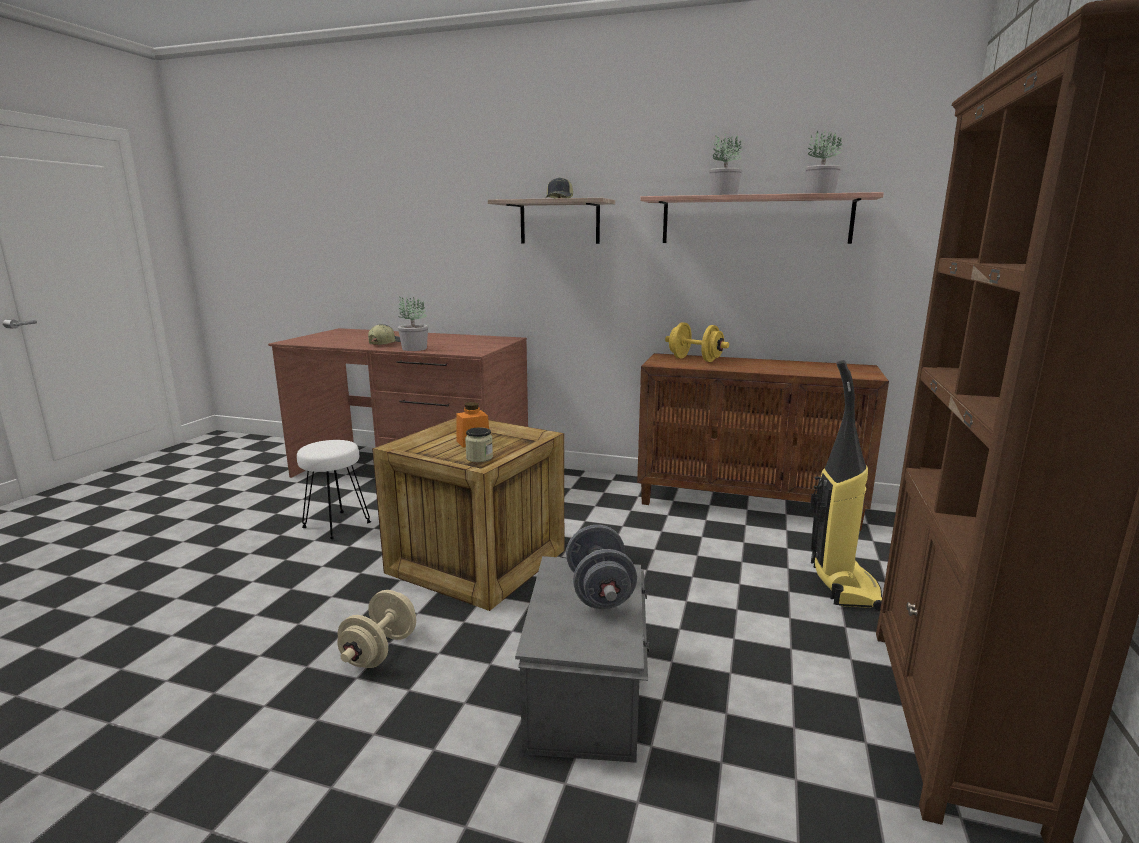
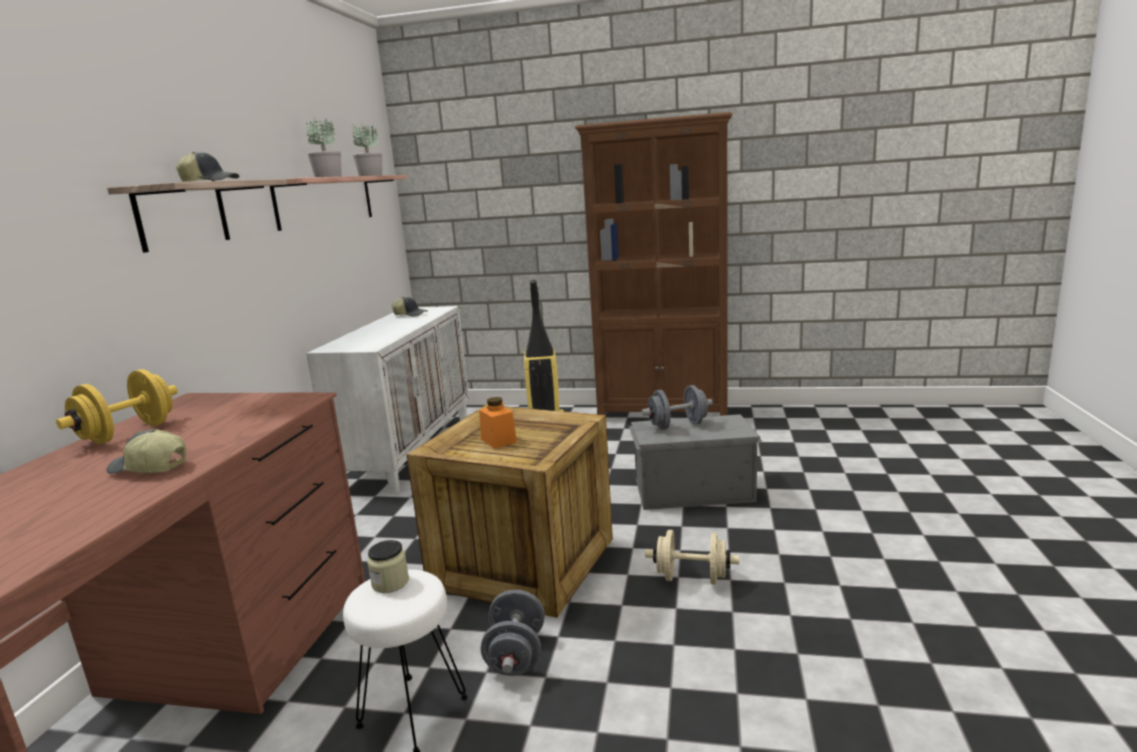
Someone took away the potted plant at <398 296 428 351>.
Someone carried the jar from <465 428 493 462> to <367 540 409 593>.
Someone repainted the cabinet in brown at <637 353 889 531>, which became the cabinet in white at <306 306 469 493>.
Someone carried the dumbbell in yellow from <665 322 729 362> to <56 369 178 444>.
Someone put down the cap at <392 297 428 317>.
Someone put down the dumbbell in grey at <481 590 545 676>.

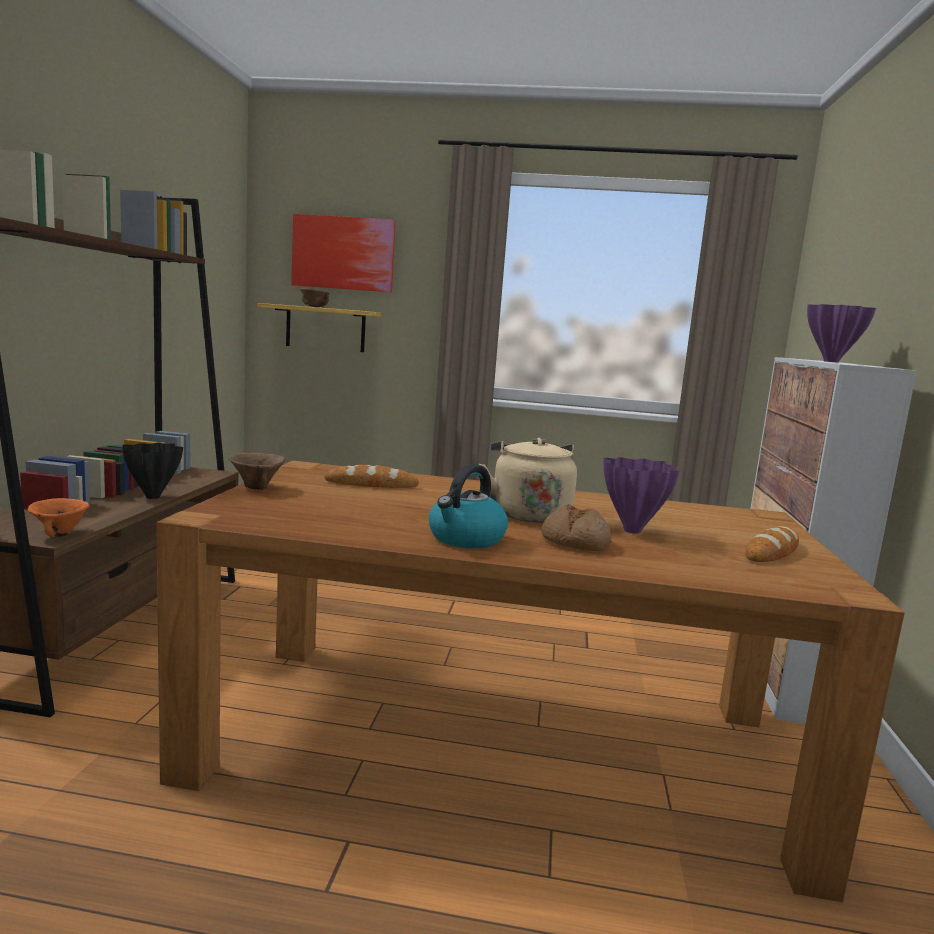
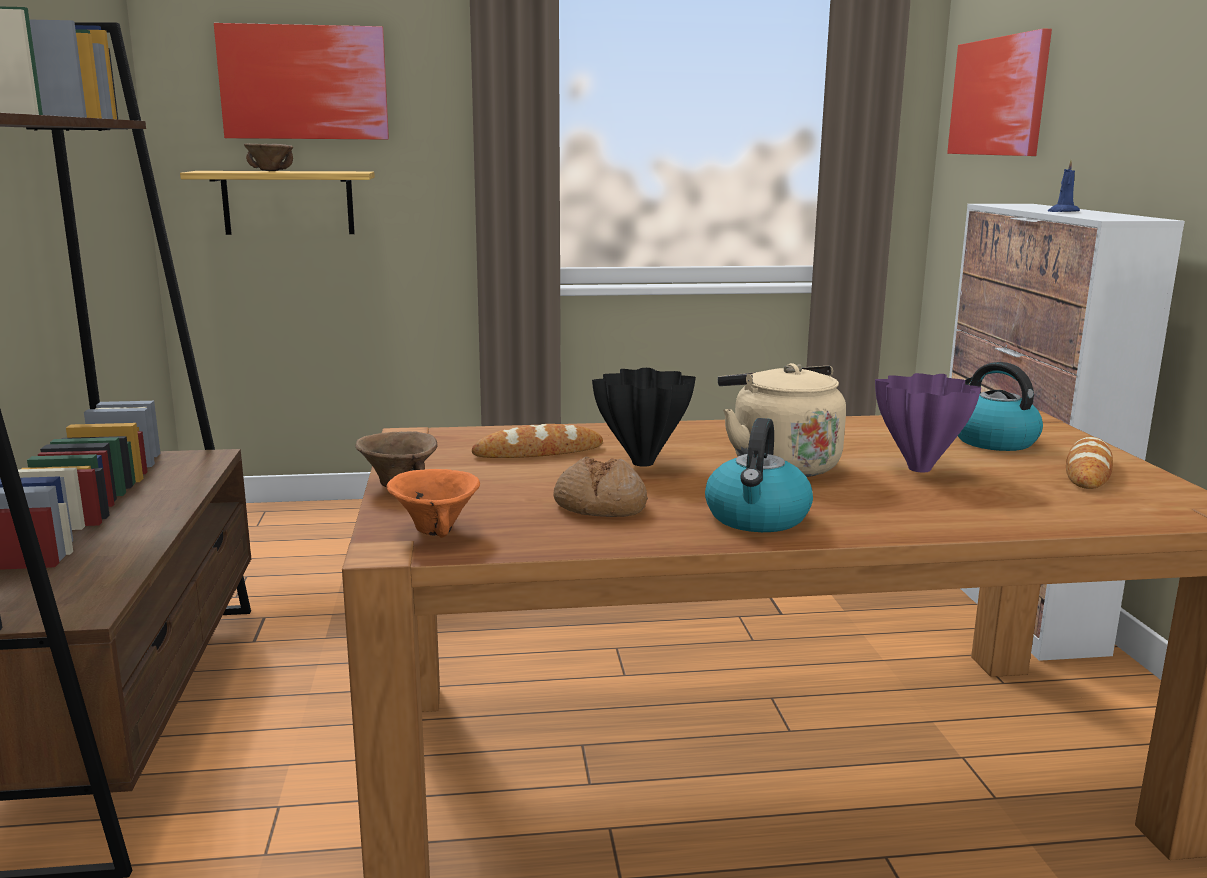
Someone carried the bowl in orange from <28 498 90 538> to <387 469 480 538>.
Someone carried the vase in black from <122 443 183 499> to <592 368 696 467>.
Someone carried the bread from <541 504 611 551> to <553 457 648 517>.
Someone swapped the vase in purple at <807 304 876 362> for the candle in blue at <1048 159 1080 212>.
Someone put up the picture at <947 29 1052 156>.
Someone put down the kettle at <958 362 1043 451>.

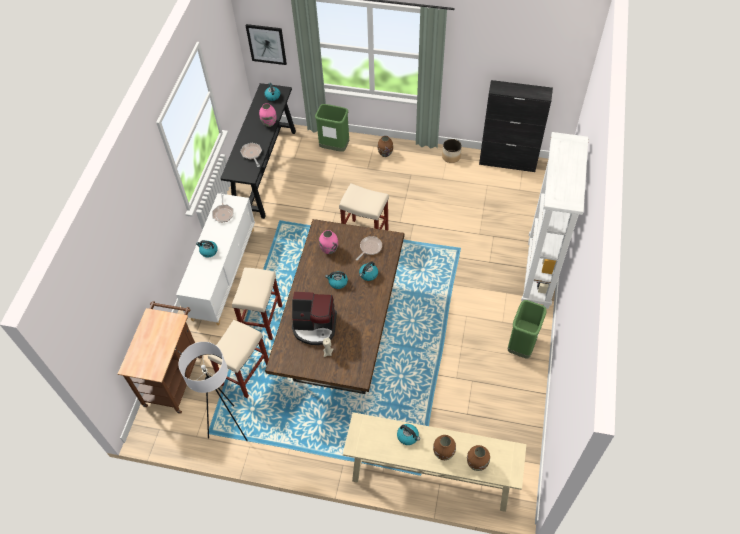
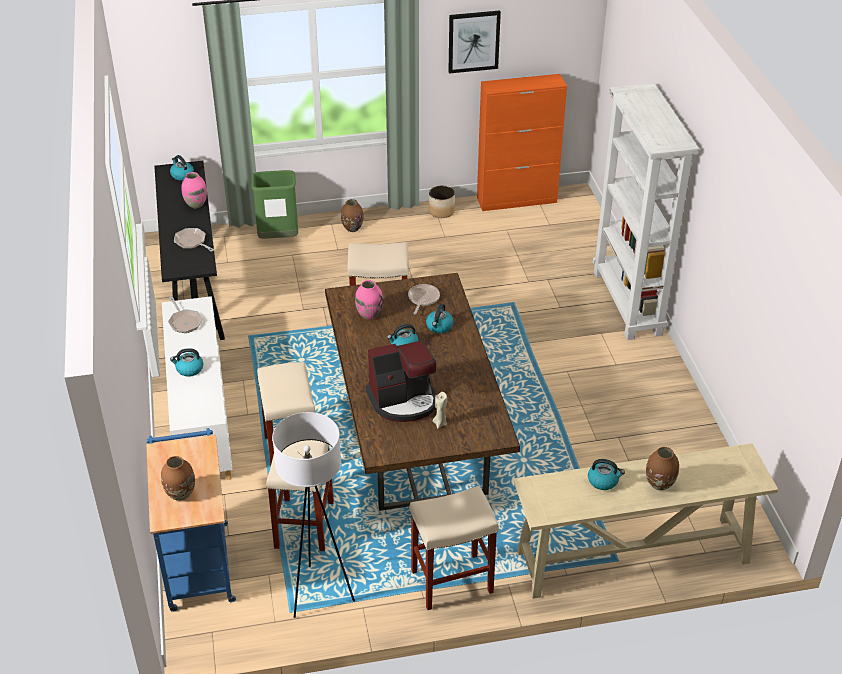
Someone repainted the cart in brown at <118 301 202 414>, which became the cart in blue at <146 428 236 612>.
Someone carried the picture from <246 24 287 65> to <449 10 501 74>.
Someone carried the vase in brown from <467 445 490 471> to <161 456 195 501>.
Someone repainted the cabinet in black at <479 80 553 172>, which became the cabinet in orange at <477 74 567 211>.
Someone took away the trash can in green at <508 300 547 358>.
Someone put down the stool in beige at <409 486 499 610>.

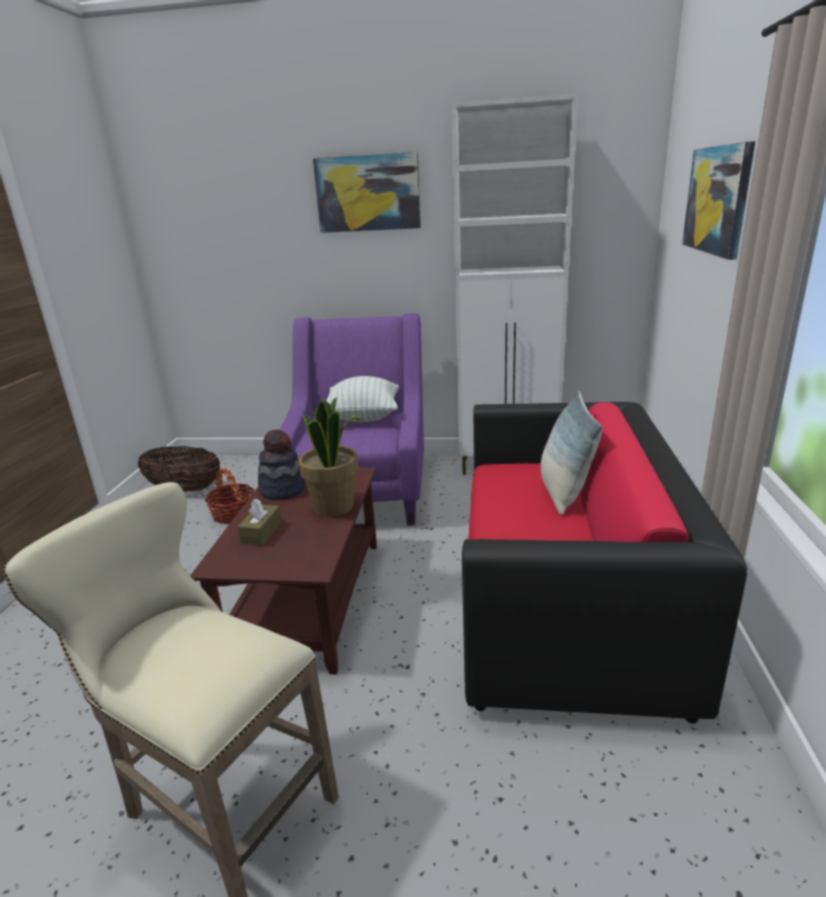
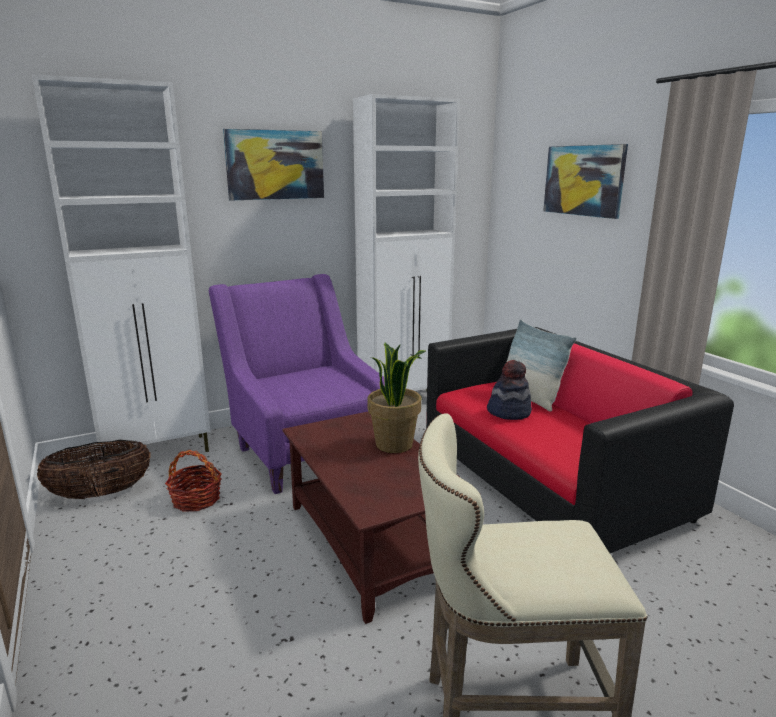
Someone took away the tissue box in brown at <237 498 282 546>.
Someone carried the hat from <258 429 306 500> to <487 360 532 420>.
Someone took away the pillow at <326 376 399 422>.
Someone put down the cabinet in white at <32 74 211 454>.

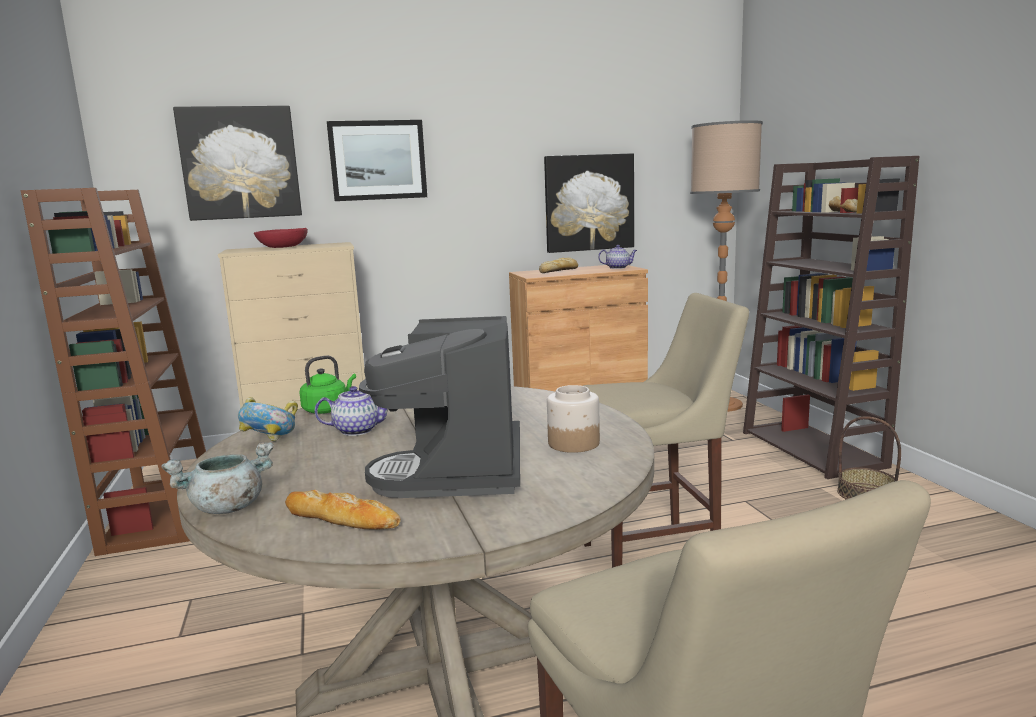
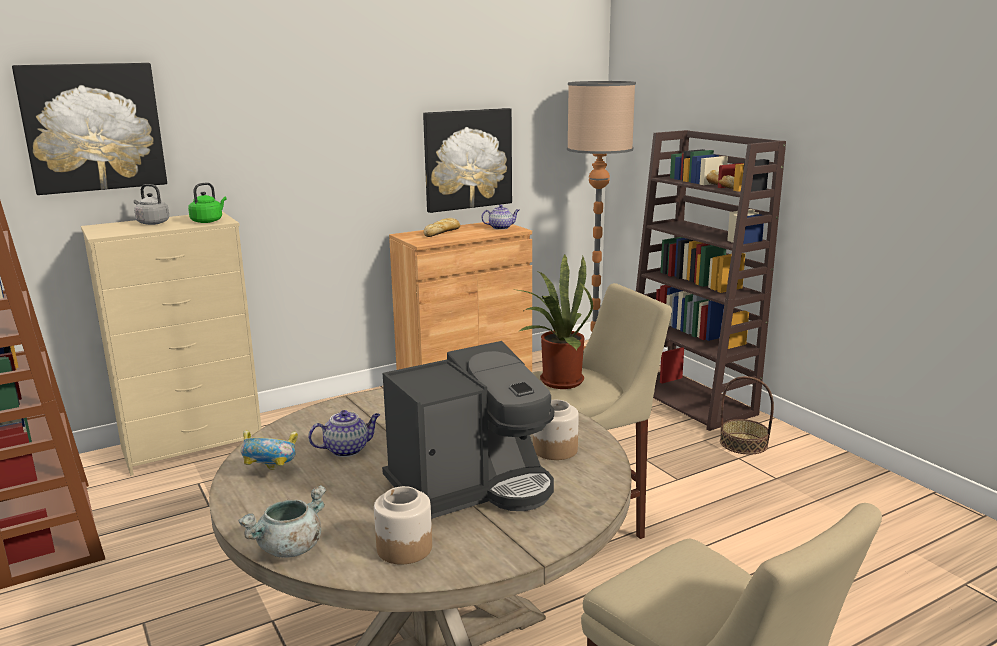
Someone swapped the bowl in red at <254 228 308 248> for the kettle in grey at <134 184 169 225>.
Someone swapped the bread at <285 489 401 530> for the jar at <374 486 432 565>.
Someone carried the kettle in green from <300 355 356 414> to <188 183 227 223>.
Someone took away the picture at <327 120 427 201>.
Someone rotated the coffee machine at <359 316 520 498> by 105 degrees counterclockwise.
Someone put down the potted plant at <512 254 593 389>.

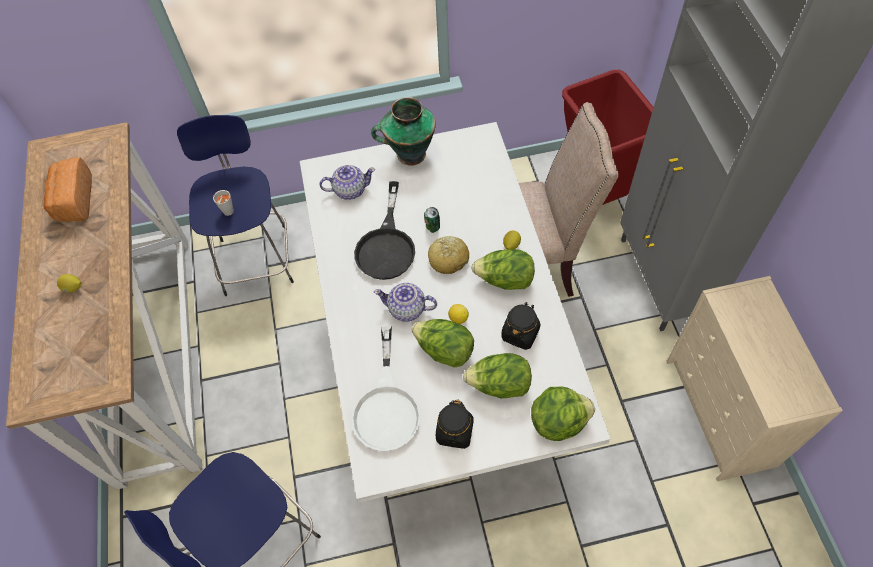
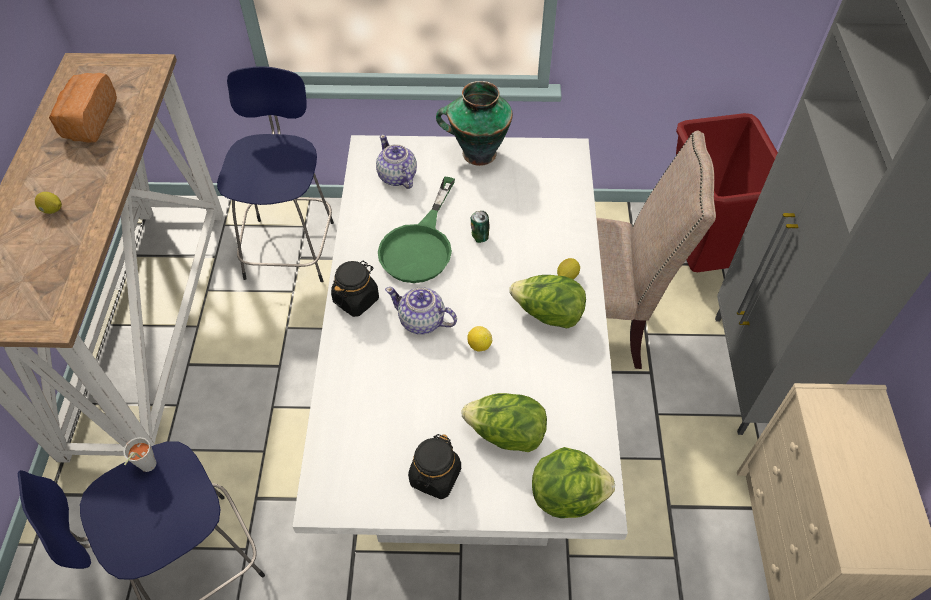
Someone carried the cup in grey from <213 190 234 216> to <123 437 157 472>.
Someone rotated the teapot at <319 165 375 200> by 120 degrees counterclockwise.
Someone took away the frying pan in white at <351 326 421 451>.
Someone repainted the frying pan in black at <354 181 415 280>, which became the frying pan in green at <378 176 455 283>.
Someone took away the lettuce at <411 319 474 368>.
Someone took away the bread at <428 236 469 274>.
Someone carried the jar in black from <501 302 540 350> to <331 261 379 317>.

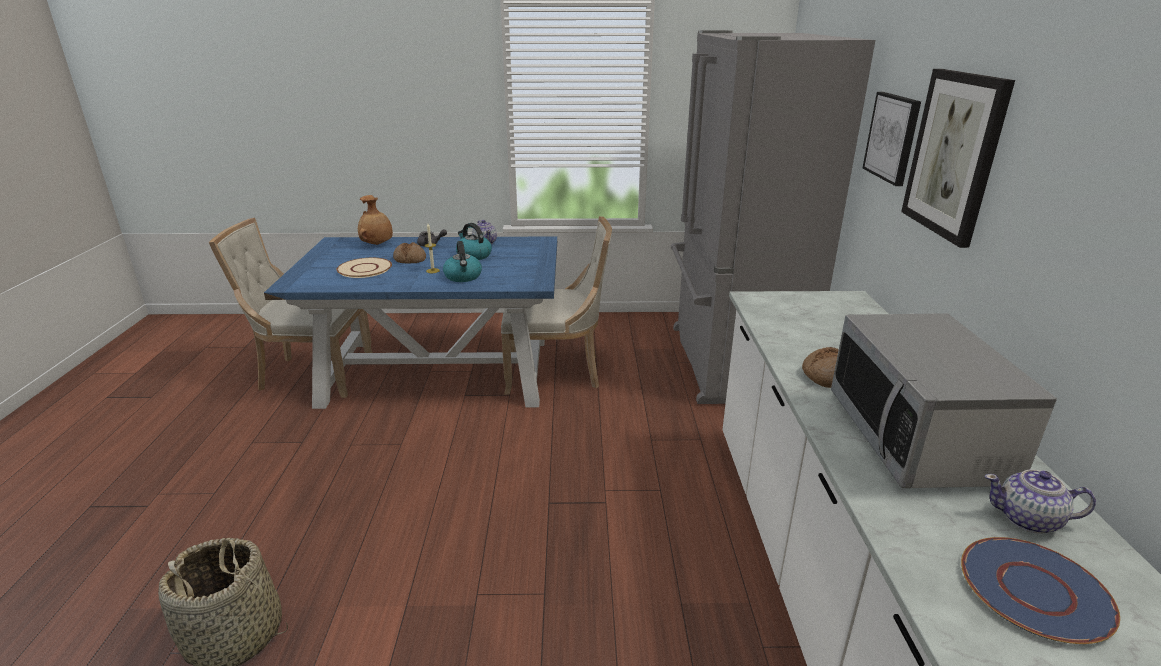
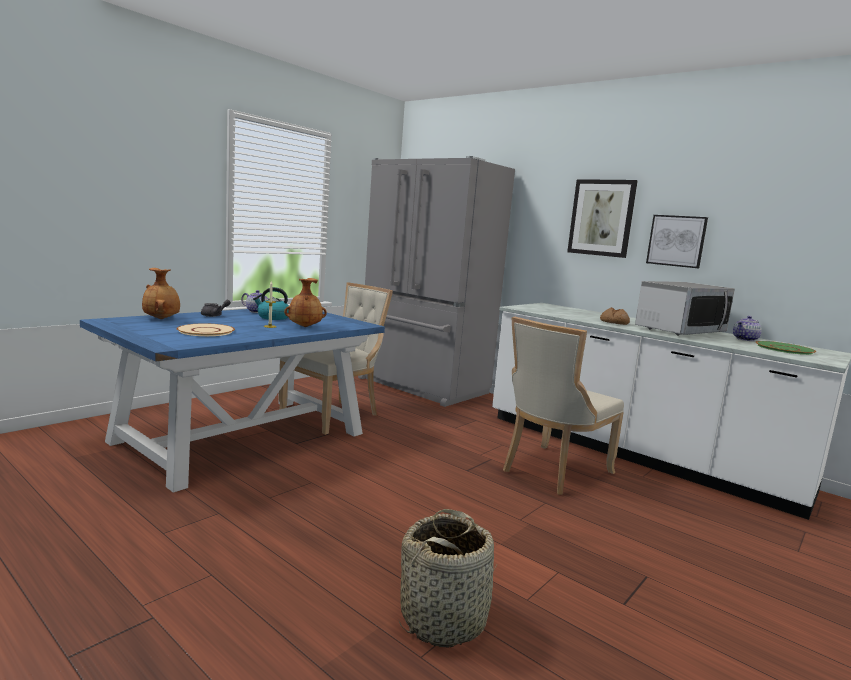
Someone carried the chair in beige from <209 218 373 398> to <503 317 624 495>.
Someone took away the bread at <393 242 426 263>.
Someone swapped the kettle at <443 241 482 282> for the vase in brown at <284 278 327 327>.
Someone rotated the microwave at <831 313 1057 488> by 75 degrees counterclockwise.
Someone carried the picture from <863 92 921 186> to <646 215 708 268>.
Someone repainted the plate in blue at <961 537 1120 644>, which became the plate in green at <755 341 816 355>.

